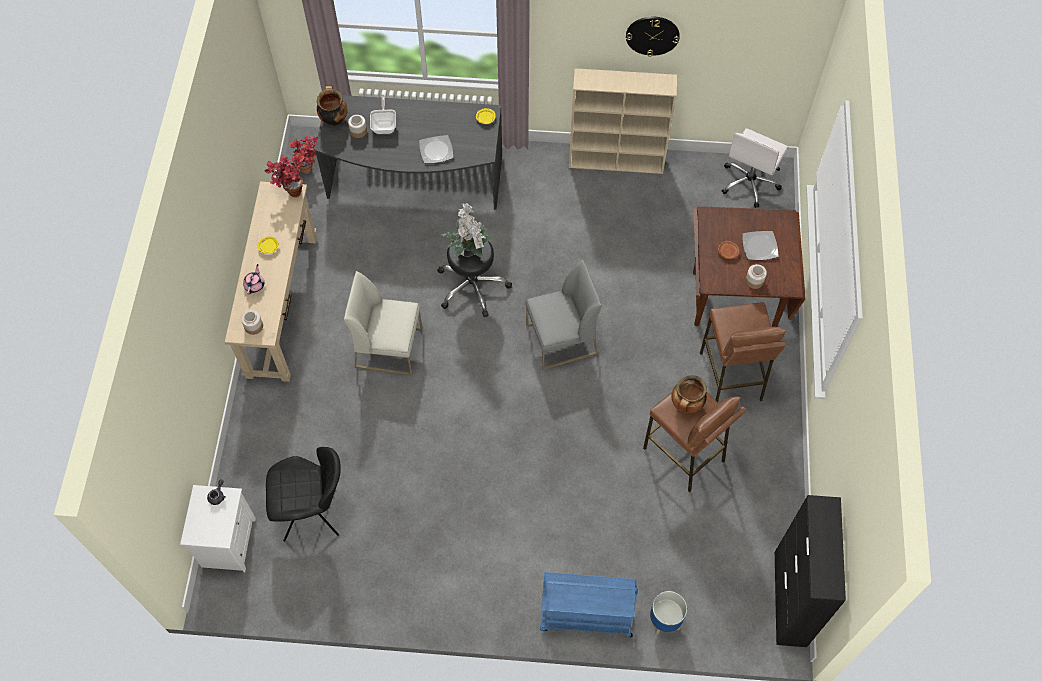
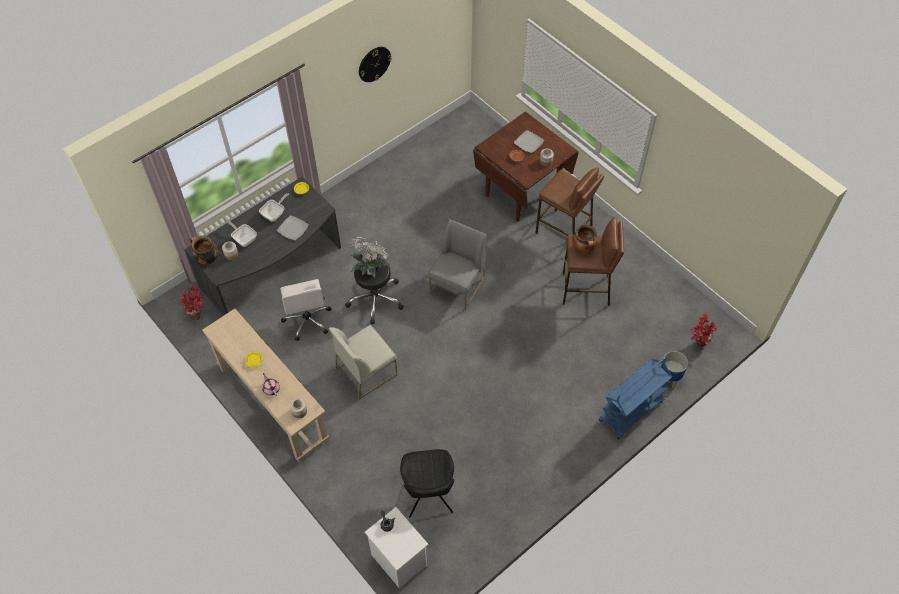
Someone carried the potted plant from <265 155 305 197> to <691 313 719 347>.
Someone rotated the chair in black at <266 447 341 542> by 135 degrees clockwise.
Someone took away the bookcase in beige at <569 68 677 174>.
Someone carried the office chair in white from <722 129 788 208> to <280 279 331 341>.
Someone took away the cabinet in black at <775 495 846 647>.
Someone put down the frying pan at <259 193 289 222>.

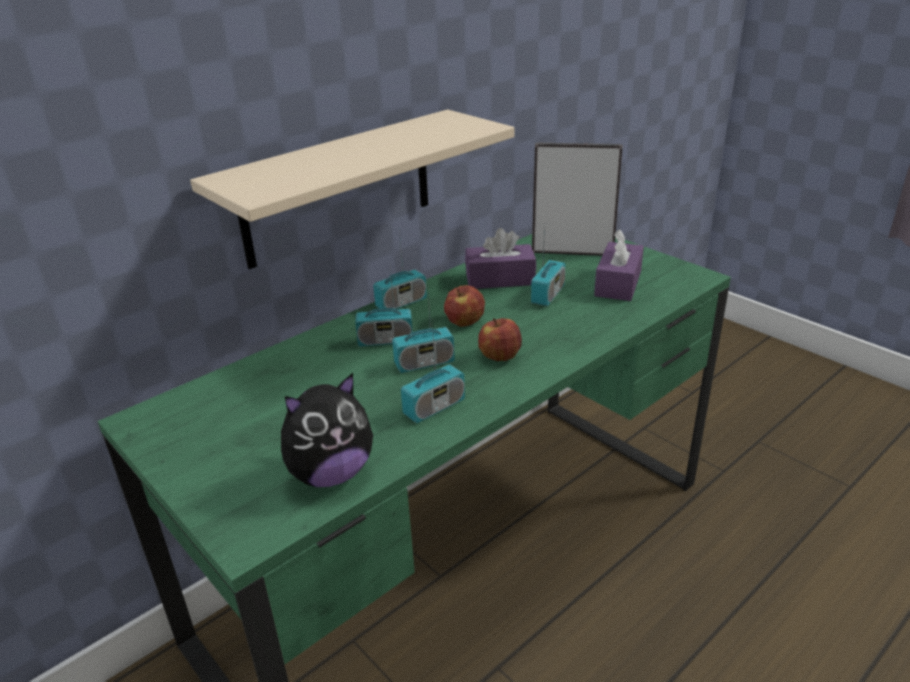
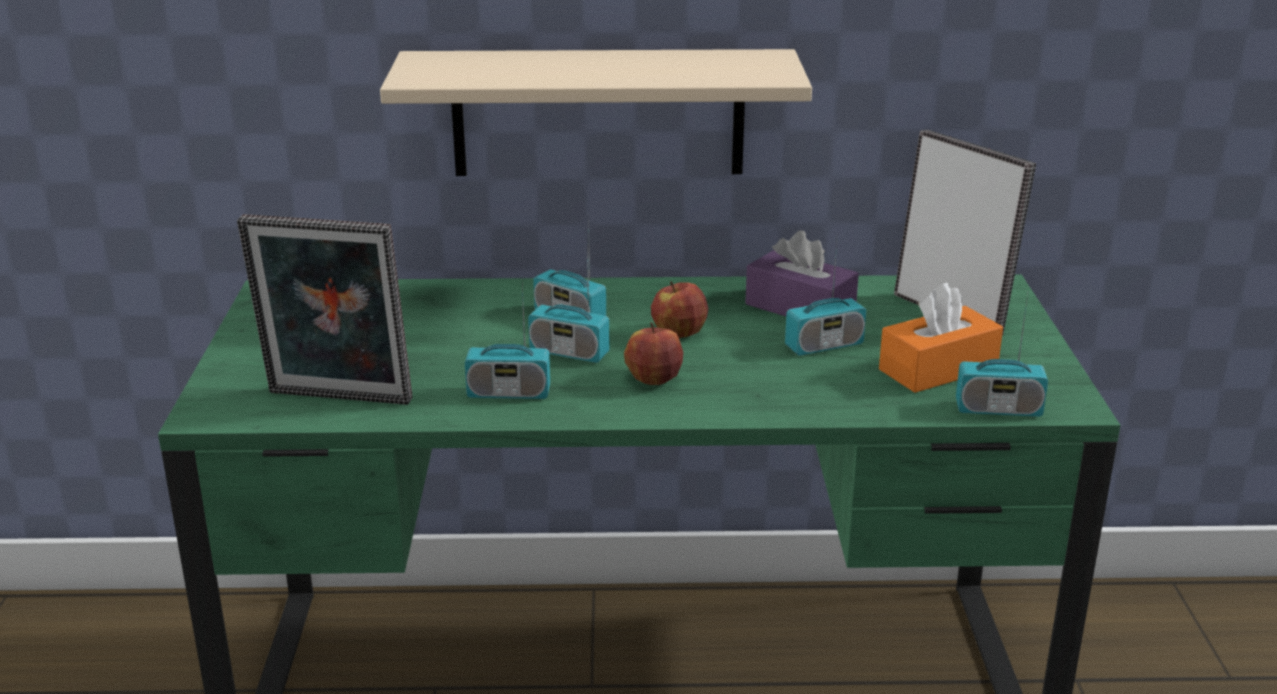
Someone swapped the plush toy at <281 373 373 487> for the picture frame at <237 214 412 405>.
Someone carried the radio from <373 229 427 309> to <956 294 1048 417>.
Someone repainted the tissue box in purple at <594 229 644 301>, which became the tissue box in orange at <879 283 1003 393>.

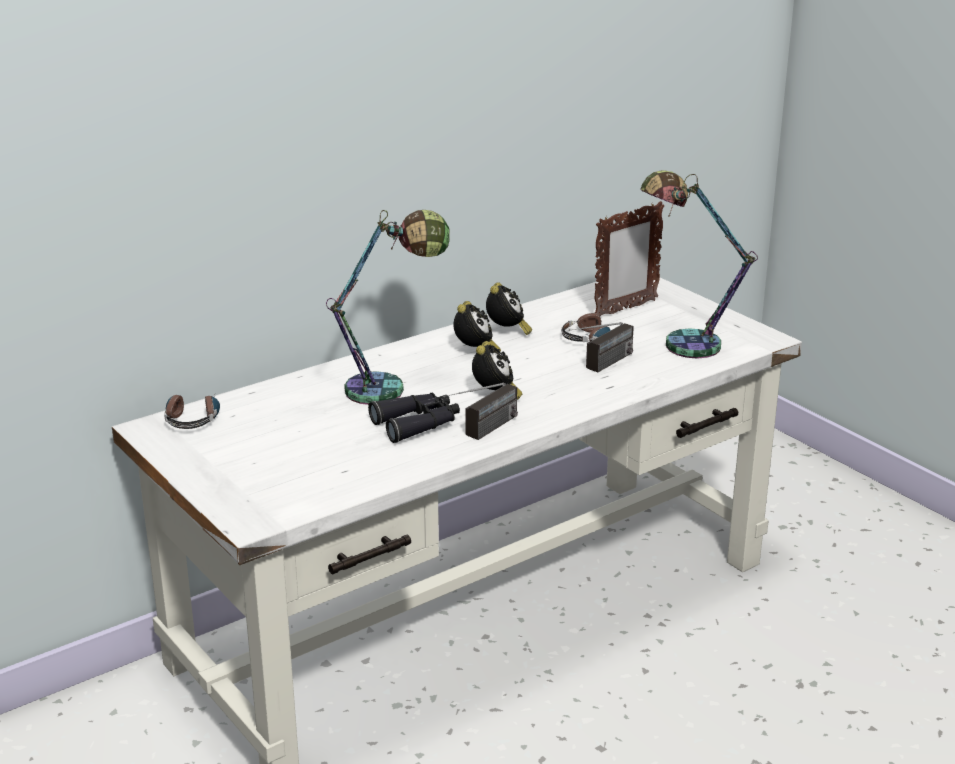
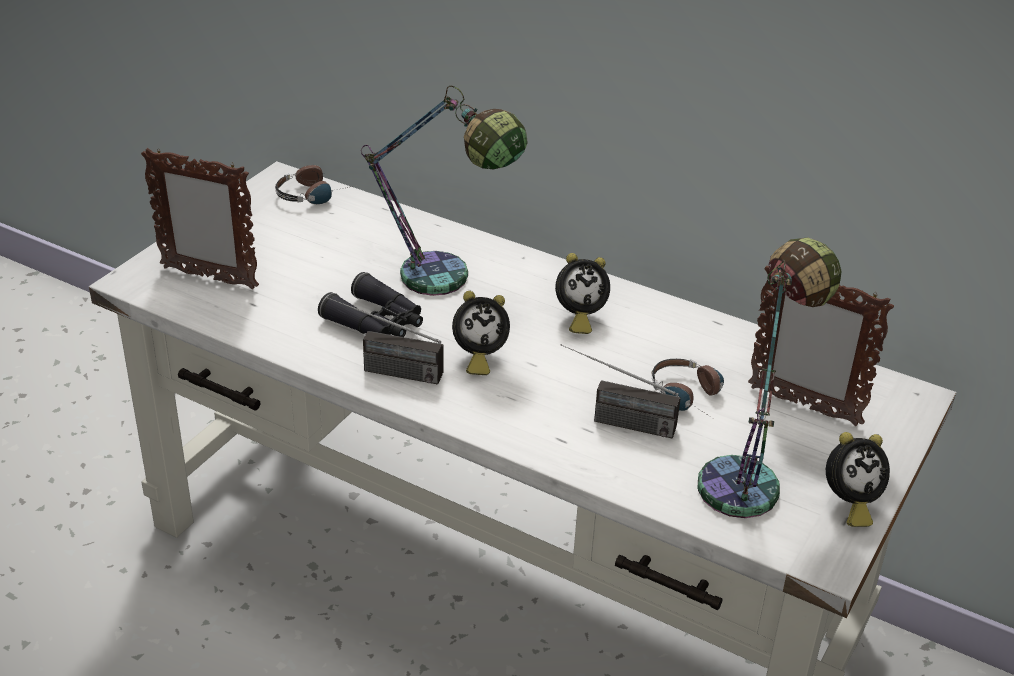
Someone carried the alarm clock from <486 282 532 335> to <826 432 890 527>.
Someone put down the picture frame at <141 148 259 289>.

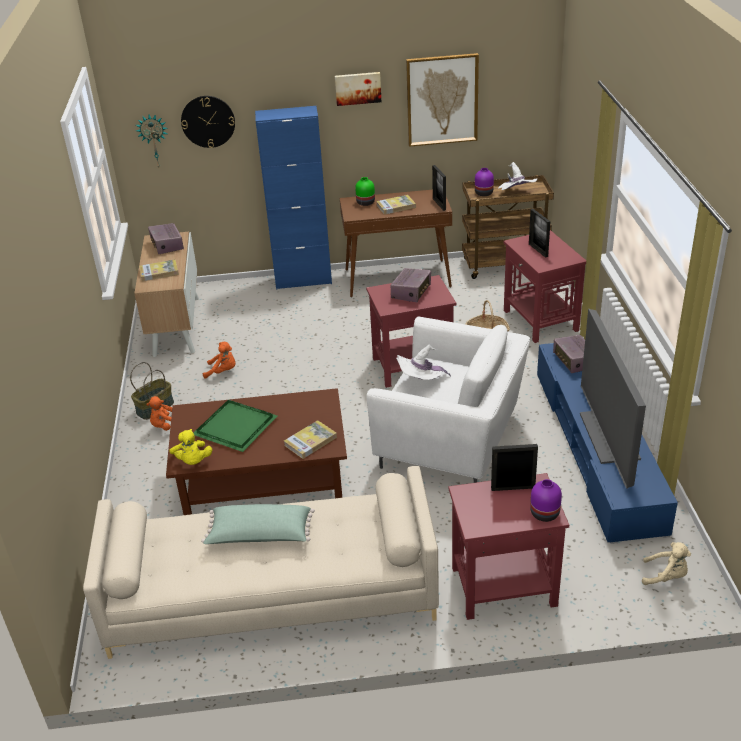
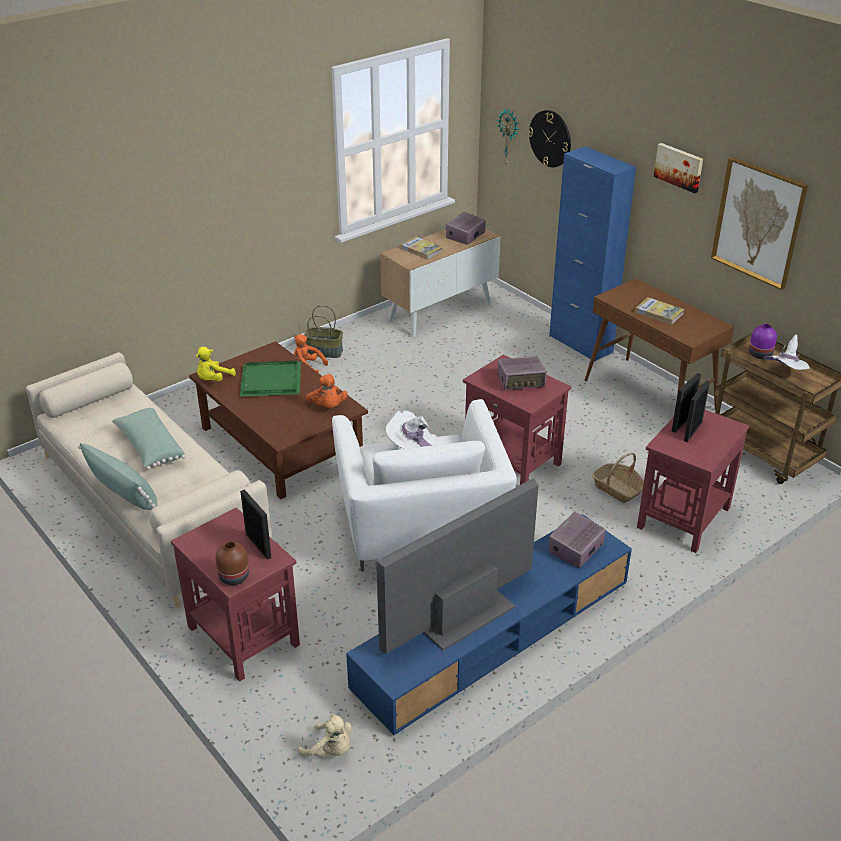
Someone carried the plush toy in orange from <203 342 236 379> to <306 374 348 408>.
Someone took away the book at <284 420 337 459>.
Someone took away the vase in green at <355 177 375 206>.
Someone carried the picture frame from <432 165 446 211> to <672 373 701 433>.
Someone repainted the vase in purple at <530 479 562 522>, which became the vase in brown at <215 541 249 585>.
Someone rotated the plush toy in beige at <642 542 691 585> by 45 degrees counterclockwise.
Someone put down the pillow in green at <78 443 158 510>.

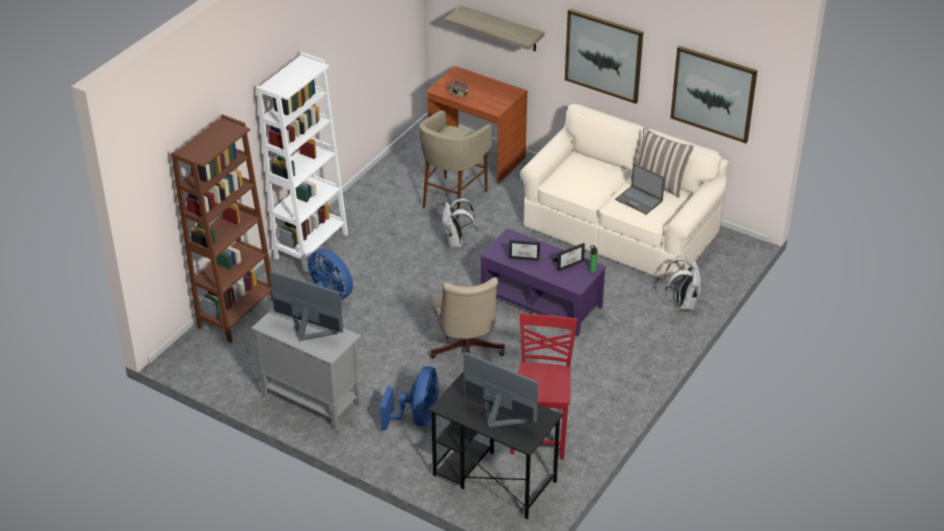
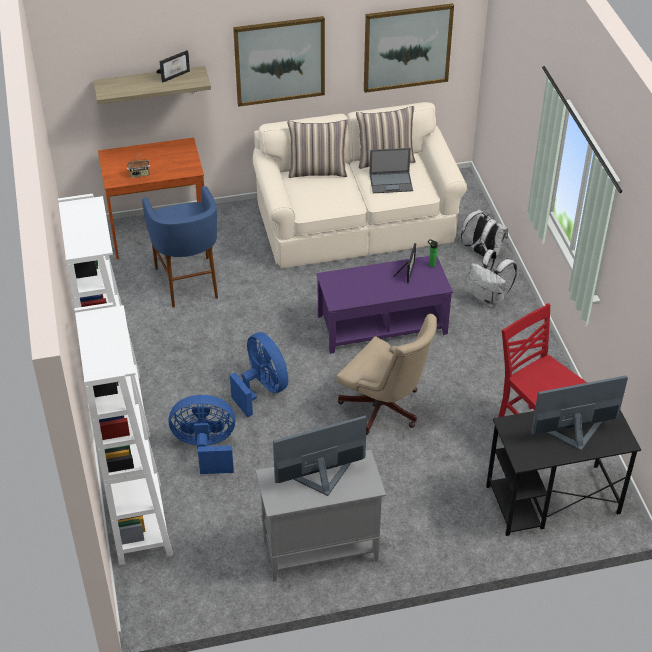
Someone repainted the bookcase in brown at <171 114 273 343>, which became the bookcase in white at <74 302 173 565>.
Someone carried the fan in blue from <380 366 439 430> to <230 332 288 417>.
Someone repainted the stool in beige at <419 110 492 219>, which became the stool in blue at <142 186 218 308>.
Someone carried the backpack in white from <441 198 477 248> to <469 249 517 307>.
Someone carried the picture frame from <509 240 540 261> to <157 50 190 83>.
Someone put down the pillow at <287 120 348 178>.

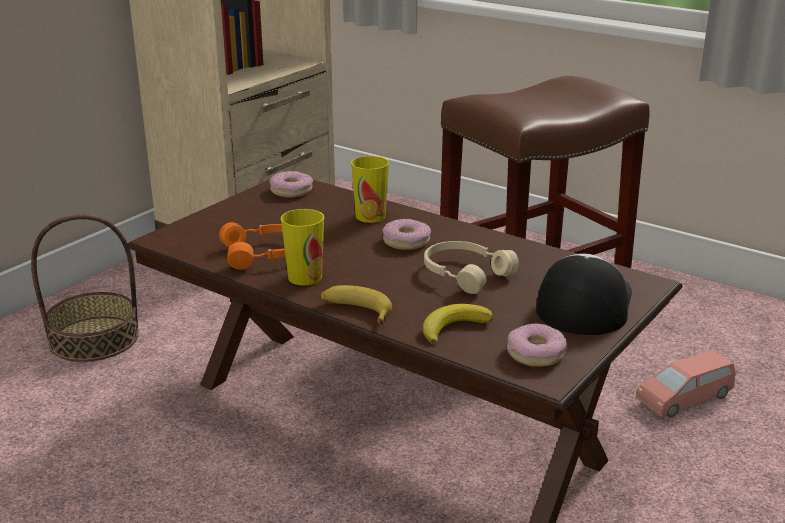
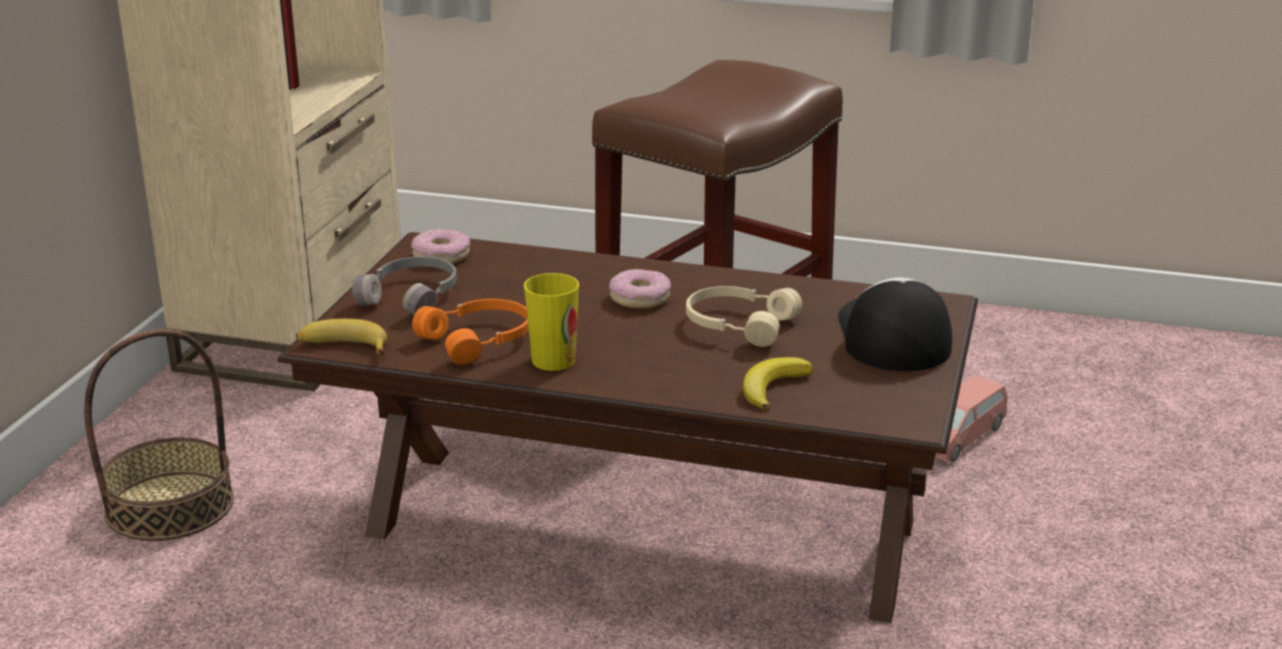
Someone carried the banana from <320 285 392 324> to <296 319 387 355>.
Someone took away the cup at <351 156 389 223>.
Someone took away the donut at <507 323 567 367>.
Someone put down the headphones in grey at <352 257 457 315>.

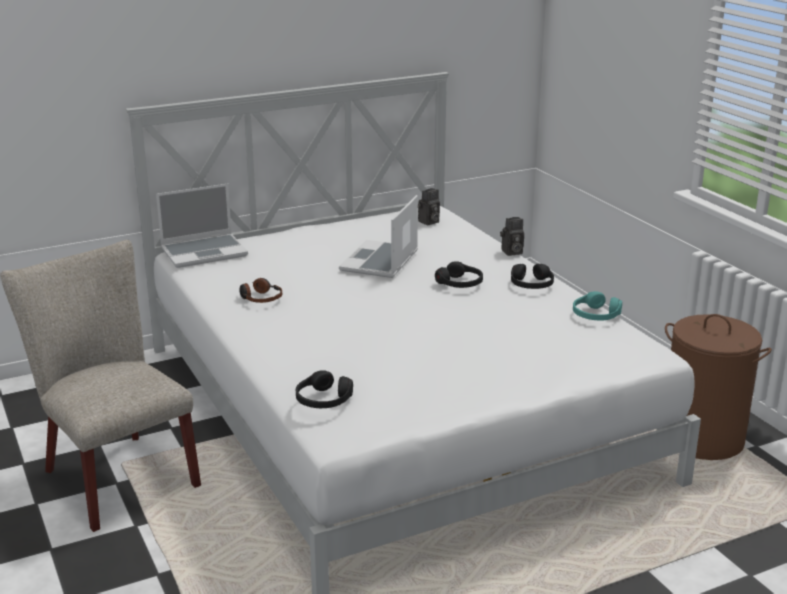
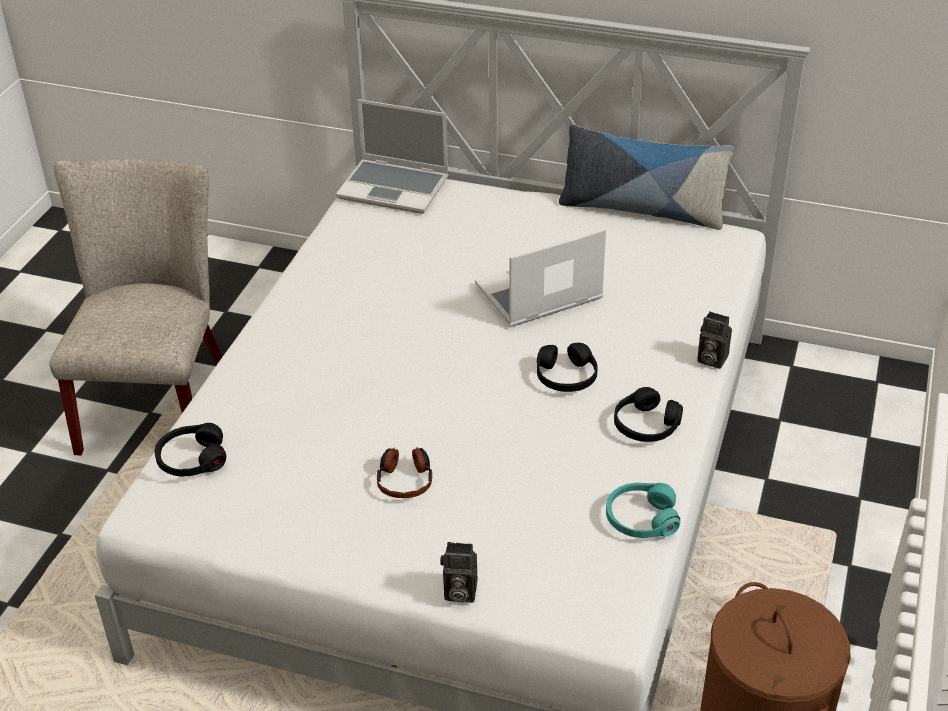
Someone carried the headphones from <239 278 282 303> to <377 447 432 498>.
Someone carried the photo camera from <418 188 440 225> to <440 542 478 603>.
Someone put down the pillow at <559 124 734 230>.

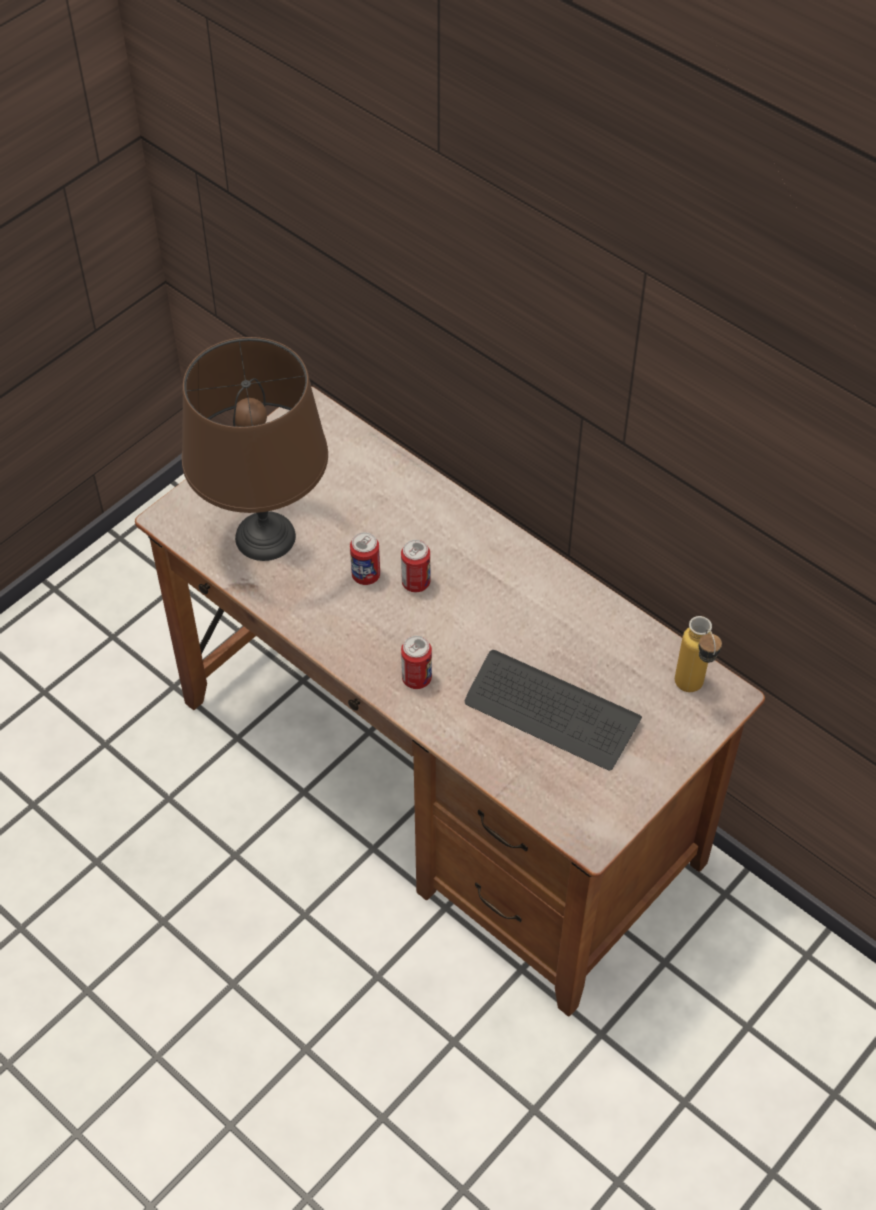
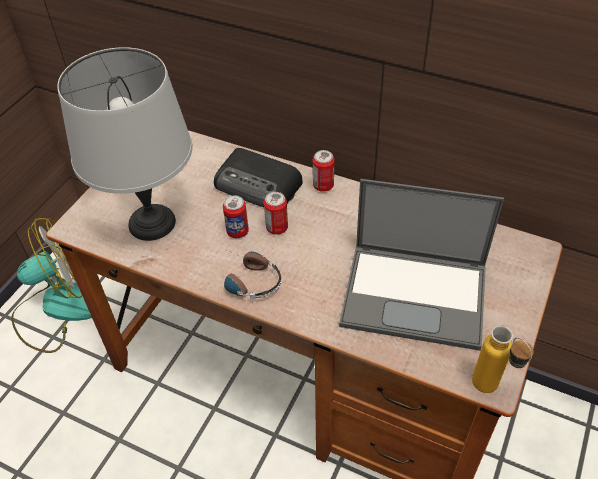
Someone repainted the table lamp in brown at <182 337 328 561>, which became the table lamp in grey at <57 47 193 241>.
Someone carried the can from <401 636 432 689> to <313 150 334 192>.
Someone swapped the keyboard at <465 650 642 771> for the laptop at <339 179 504 351>.
Someone carried the bottle from <675 616 722 692> to <472 325 534 393>.
Someone put down the fan at <11 218 92 353>.
Someone put down the radio at <214 148 303 207>.
Someone put down the headphones at <224 249 282 299>.

